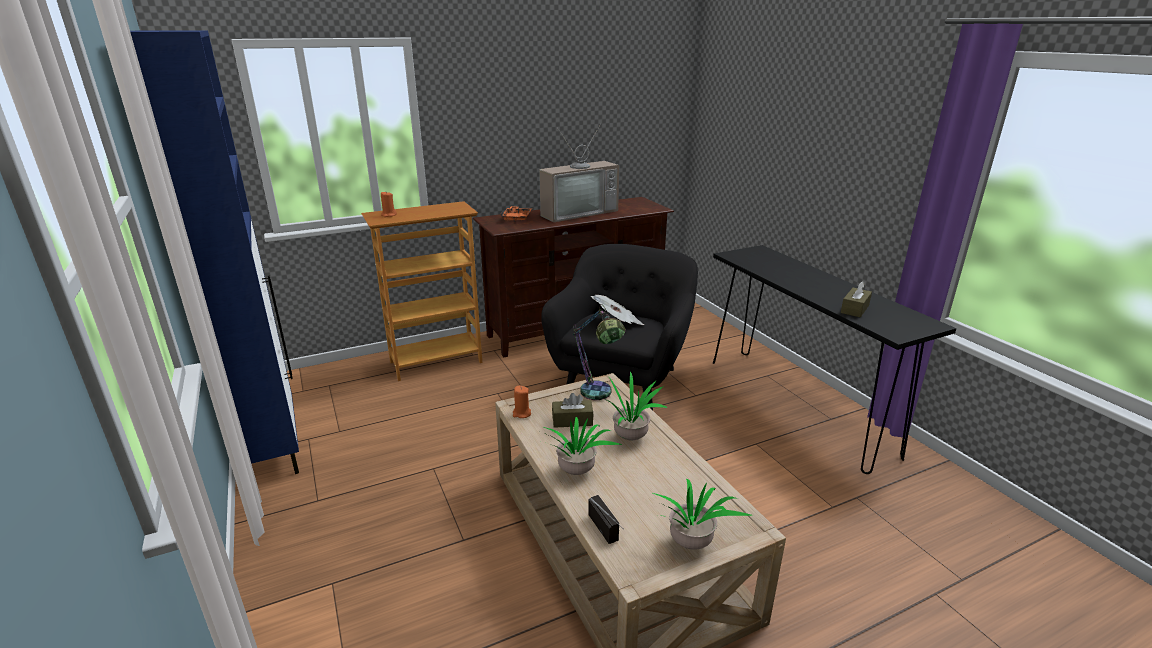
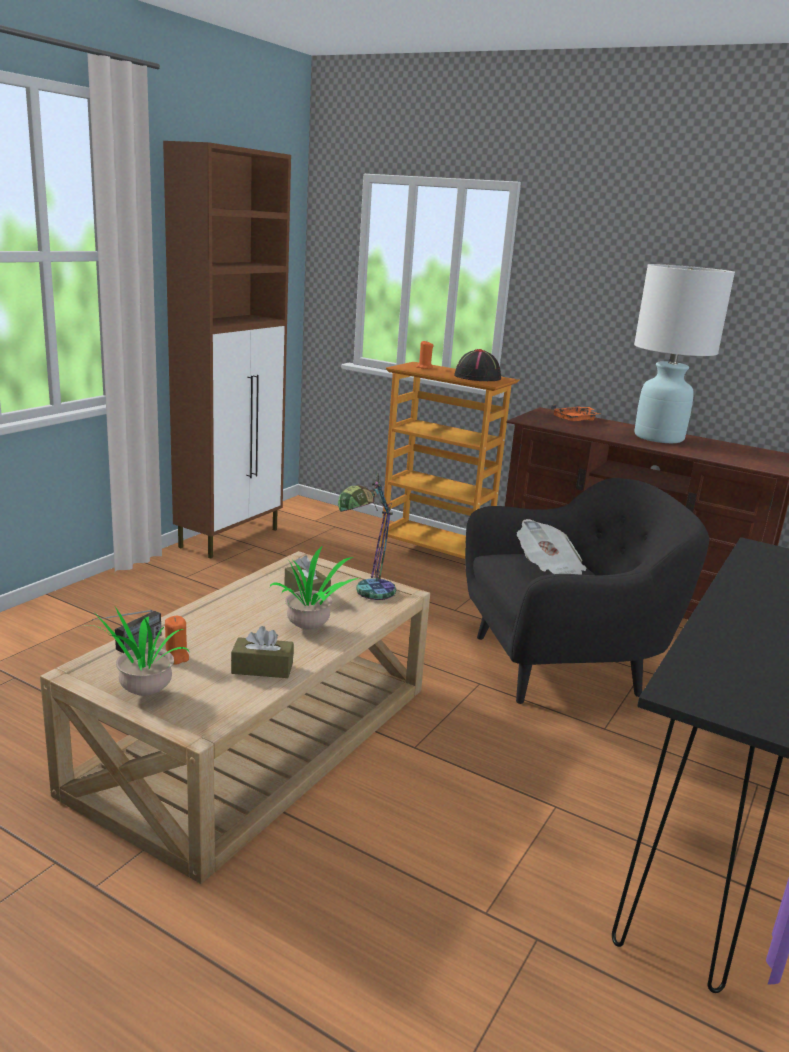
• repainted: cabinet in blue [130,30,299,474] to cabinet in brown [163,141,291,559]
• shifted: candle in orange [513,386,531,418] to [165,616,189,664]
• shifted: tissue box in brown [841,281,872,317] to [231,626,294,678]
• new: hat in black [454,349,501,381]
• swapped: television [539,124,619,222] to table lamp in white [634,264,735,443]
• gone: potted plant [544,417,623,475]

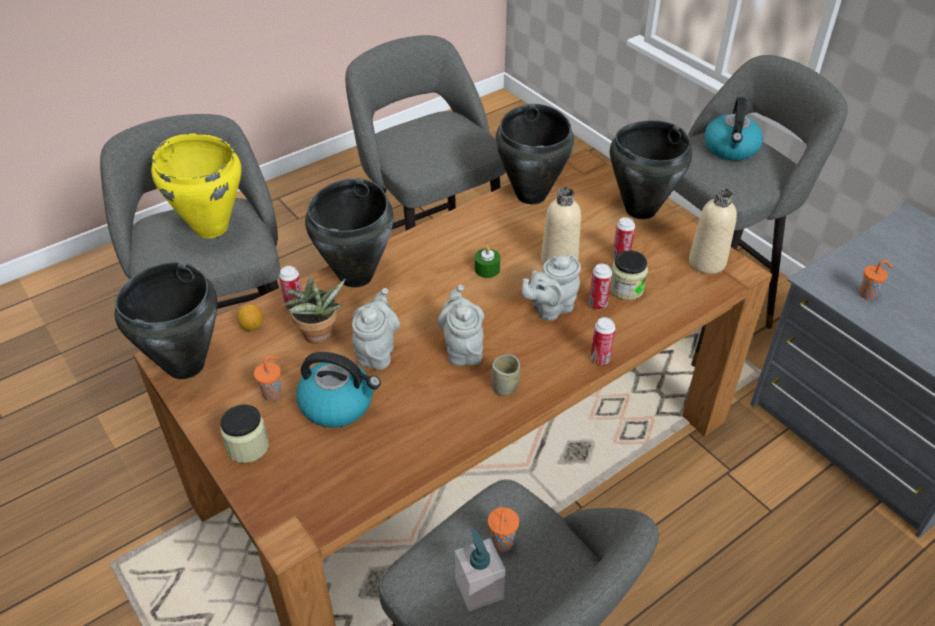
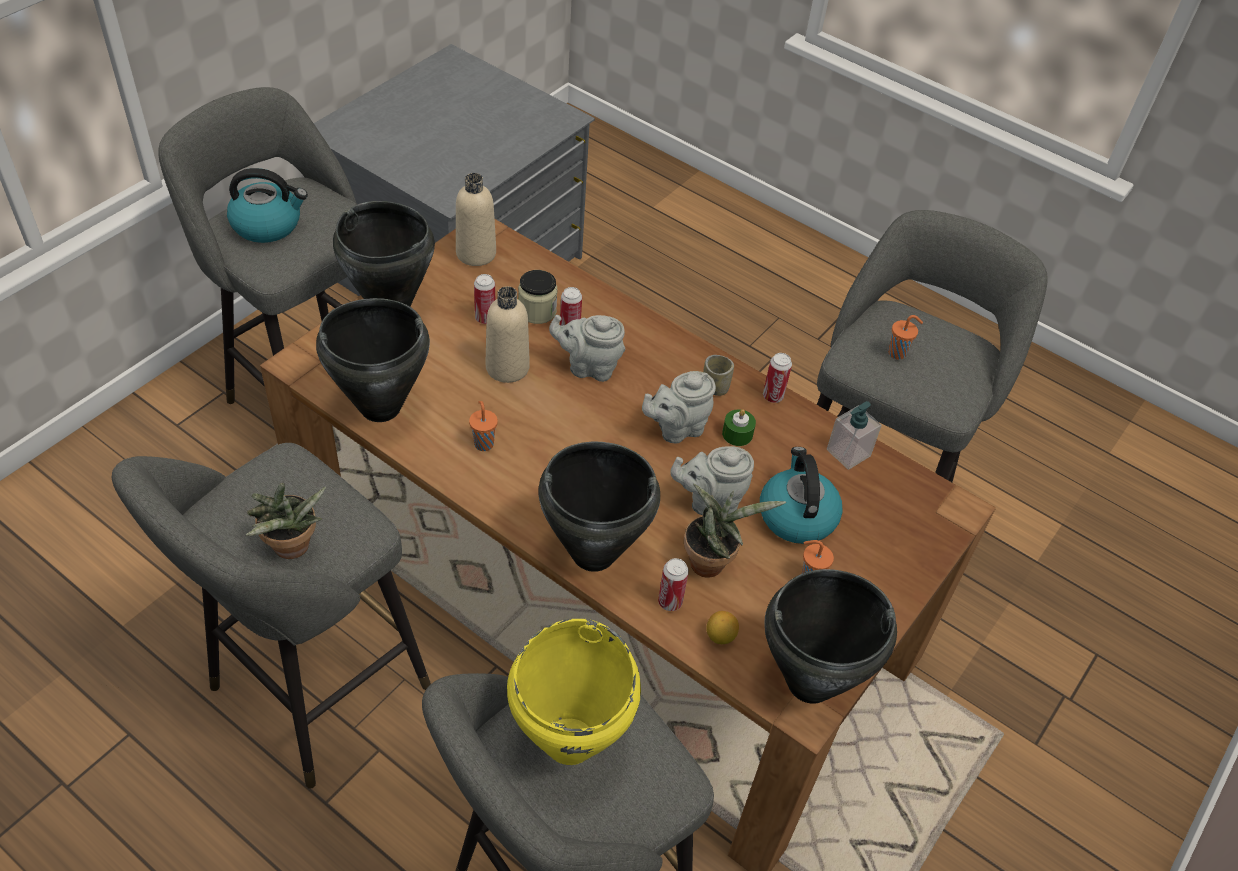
• new: potted plant [246,483,326,559]
• shifted: cup in orange [859,260,892,299] to [469,401,498,451]
• rotated: teapot in grey [521,254,581,321] = [549,315,625,382] 150 degrees clockwise
• shifted: candle in green [475,246,500,278] to [722,409,756,446]
• shifted: can [590,317,616,365] to [763,353,792,403]
• shifted: soap dispenser [455,528,505,611] to [827,401,882,470]
• gone: jar [220,404,269,463]

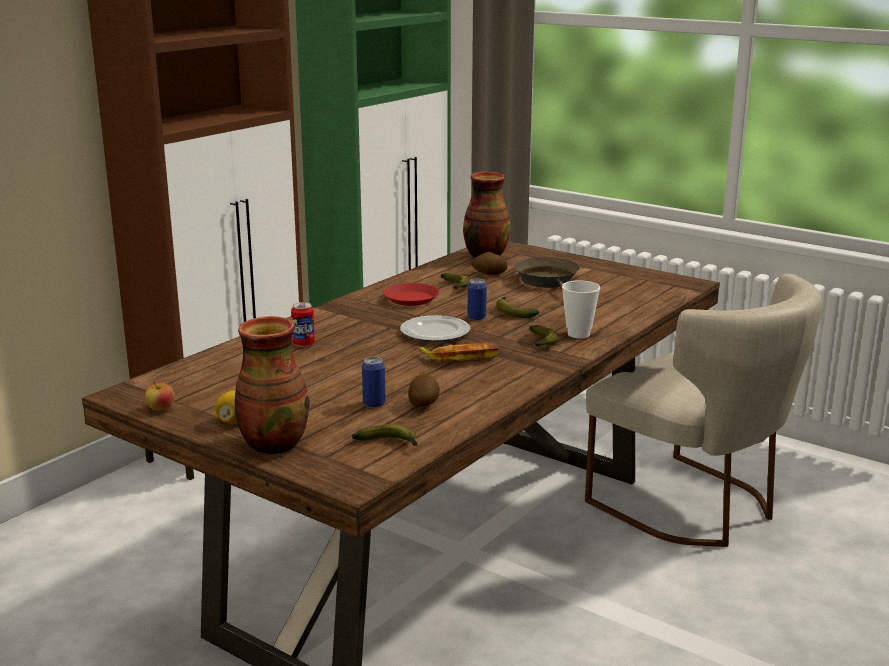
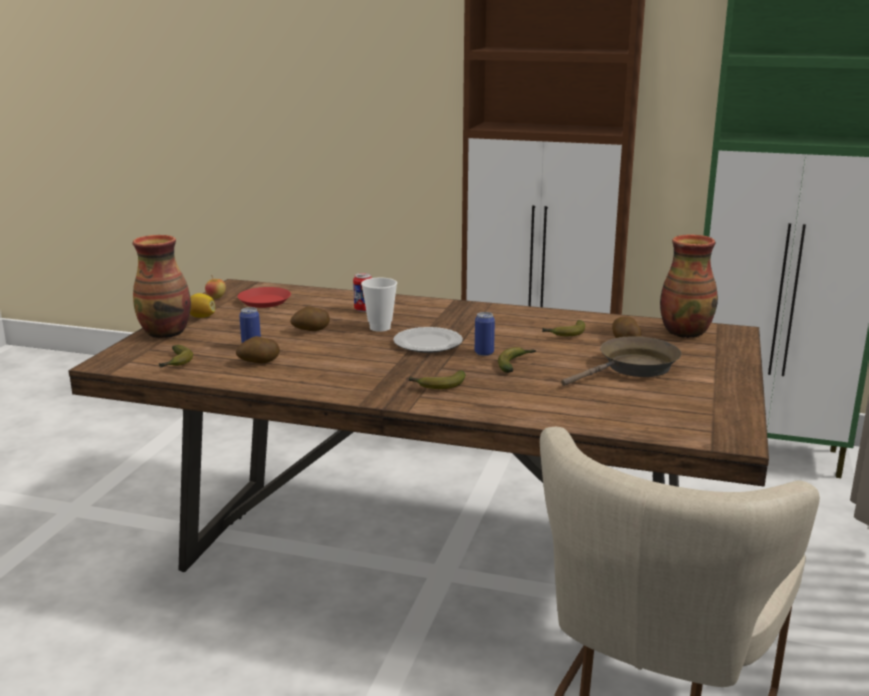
• shifted: plate in red [383,283,439,306] to [237,287,291,308]
• new: potato [290,306,330,331]
• shifted: cup [562,280,600,338] to [361,277,397,332]
• gone: banana [418,342,499,363]

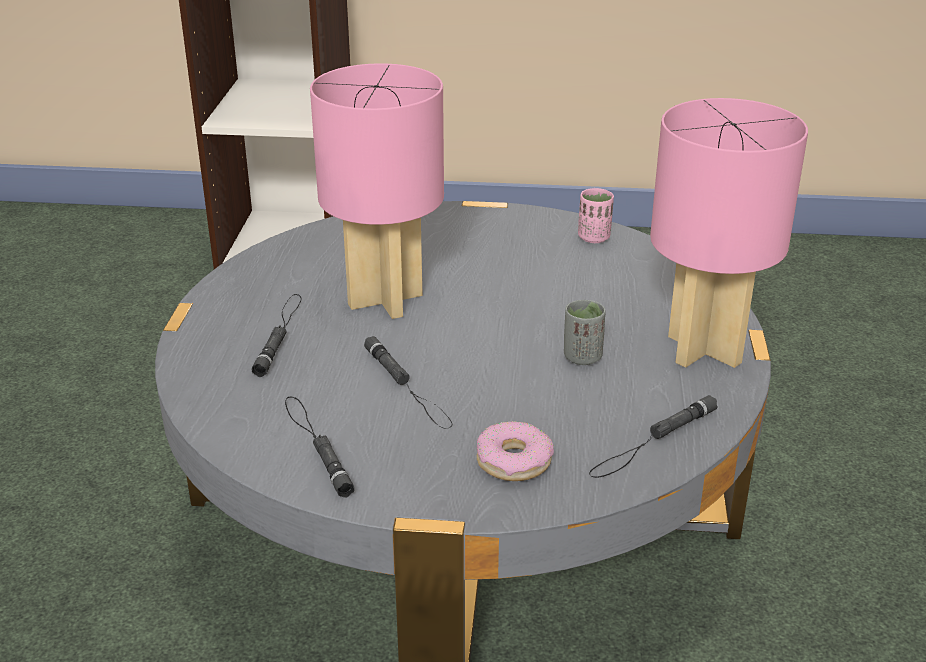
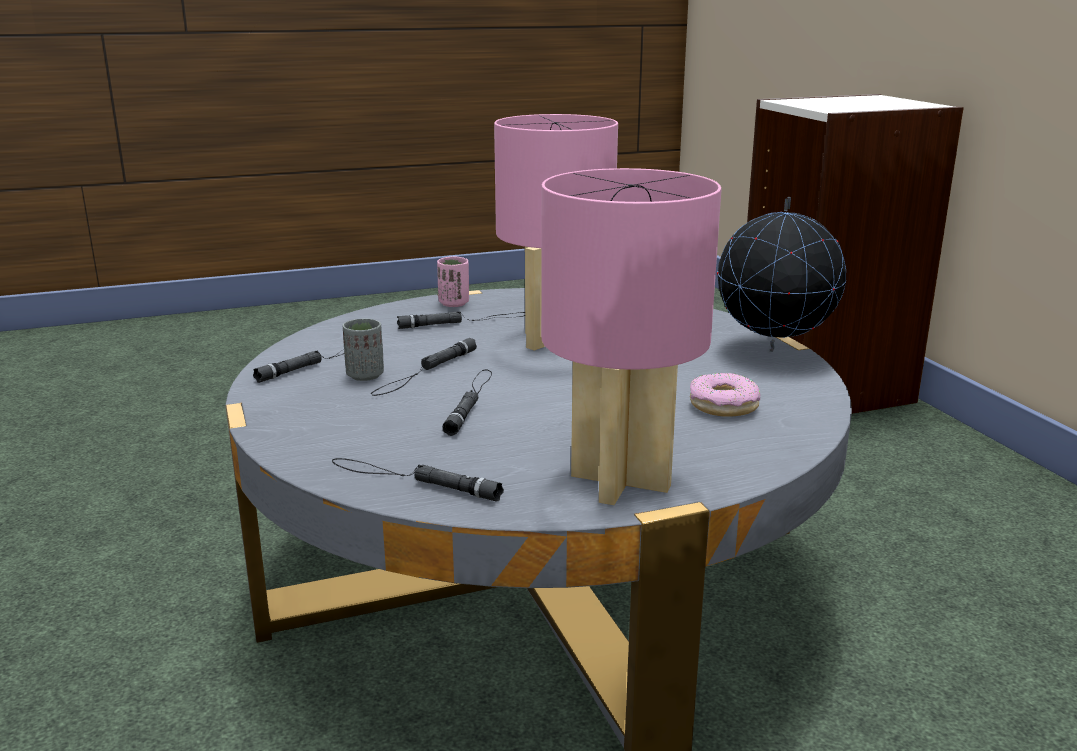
• shifted: cup in grey [564,300,606,365] to [343,318,384,381]
• shifted: cup in pink [578,188,614,243] to [437,257,469,307]
• new: flashlight in black [442,369,492,436]
• shifted: donut [477,421,554,481] to [690,373,760,417]
• new: globe [717,197,846,352]

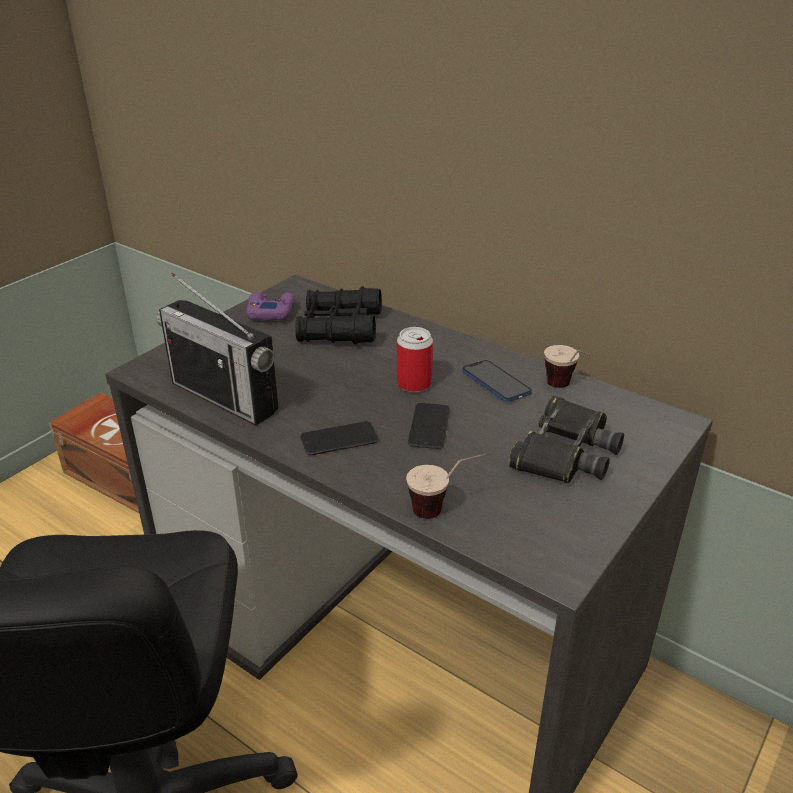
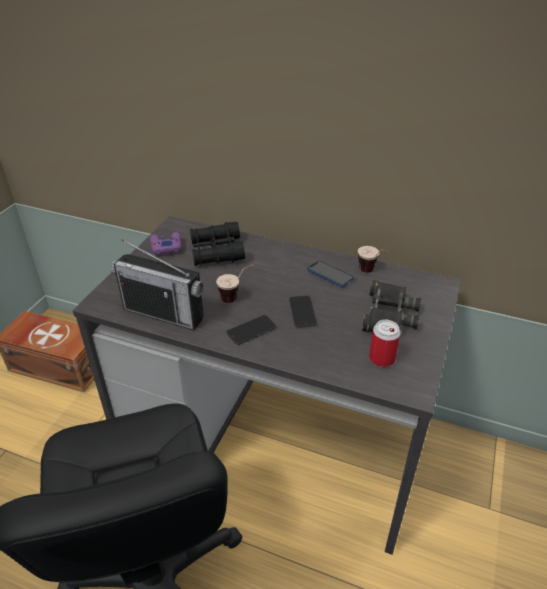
• shifted: cup [406,453,487,519] to [216,263,257,303]
• shifted: can [397,327,433,392] to [369,320,401,367]

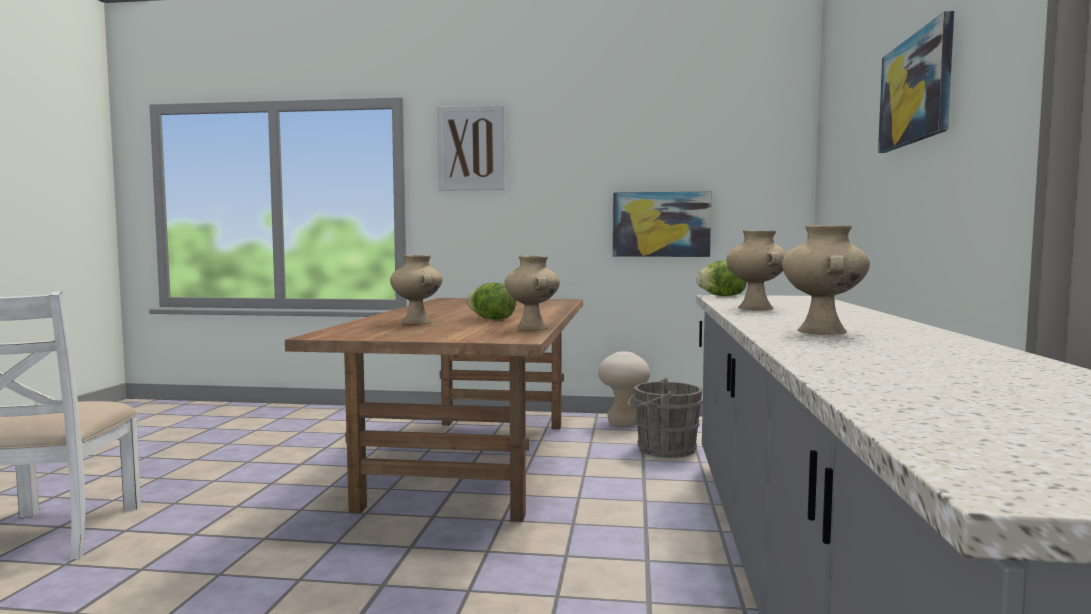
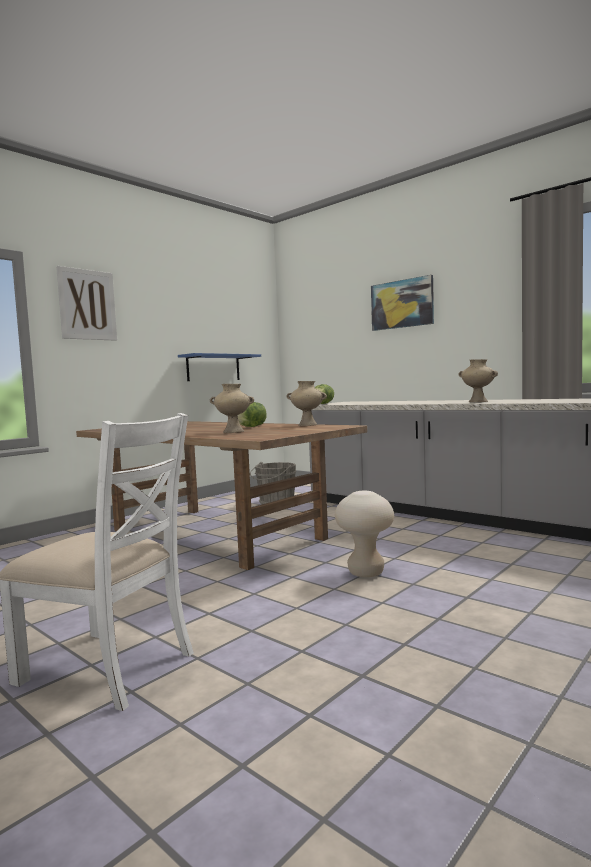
• swapped: picture [613,192,711,257] to shelf in blue [178,353,261,381]
• shifted: stool in beige [598,351,650,427] to [335,491,394,577]
• gone: vase in beige [726,230,787,310]

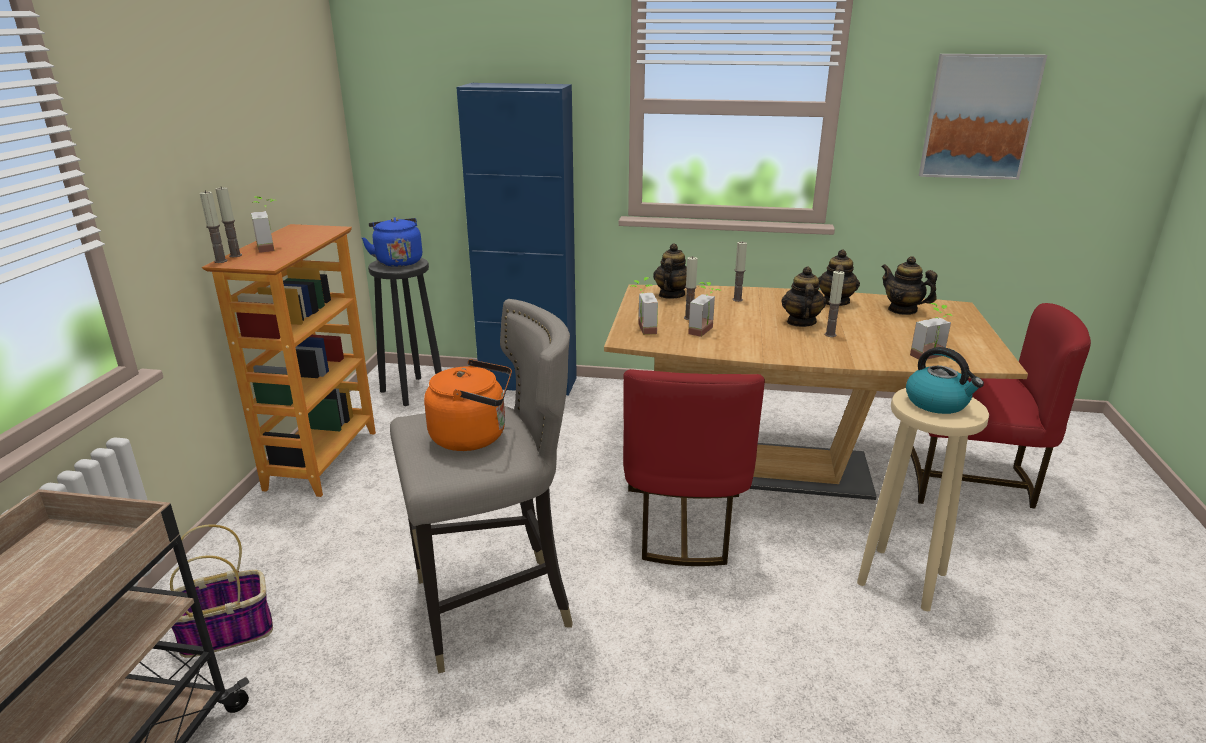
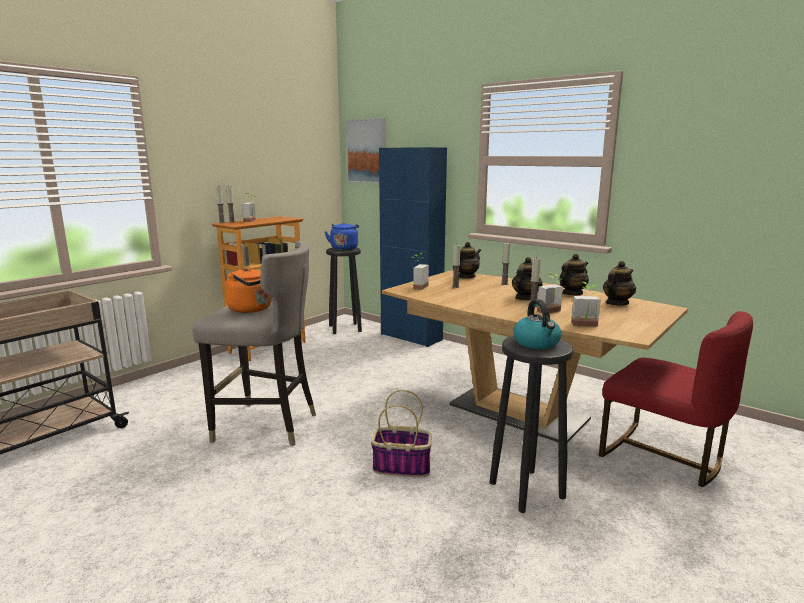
• shifted: picture [919,54,1047,180] to [346,118,386,183]
• shifted: basket [170,524,273,658] to [371,390,432,477]
• repainted: stool in beige [857,388,989,611] to stool in black [489,336,573,513]
• shifted: potted plant [688,282,721,337] to [537,272,563,313]
• rotated: teapot [881,256,937,315] = [603,261,636,305] 60 degrees clockwise
• gone: chair in red [623,369,765,566]

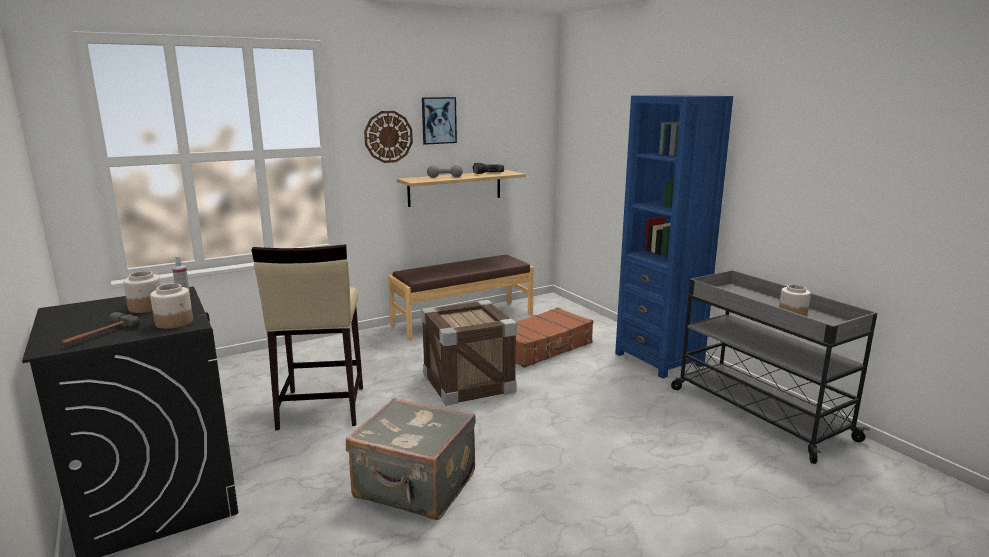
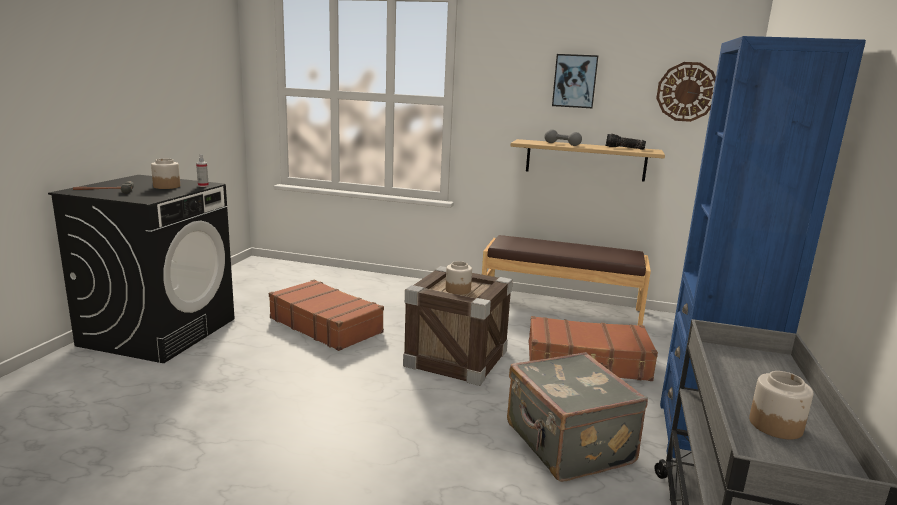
• swapped: stool in beige [251,244,363,430] to suitcase in brown [269,280,384,351]
• shifted: jar [150,284,193,329] to [446,261,472,295]
• shifted: suitcase in grey [346,398,476,520] to [507,352,648,482]
• shifted: wall clock [364,111,413,163] to [656,62,716,122]

